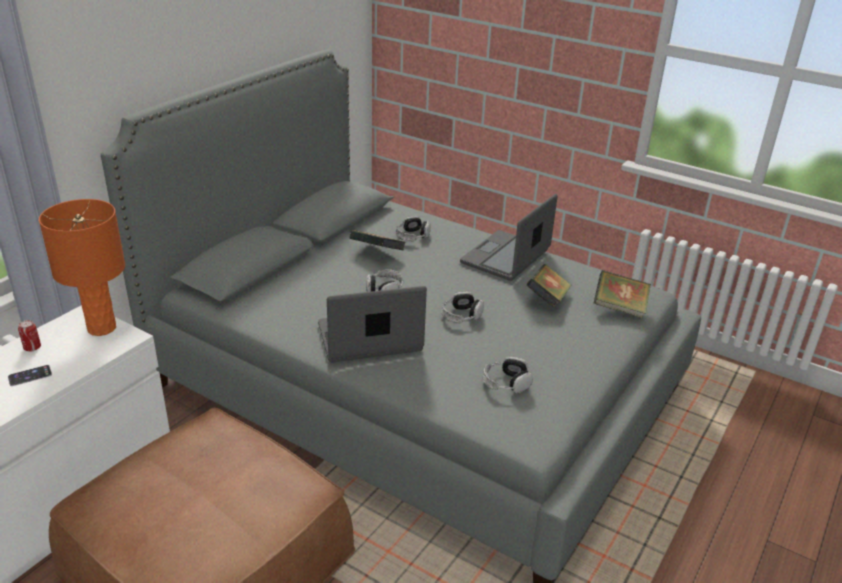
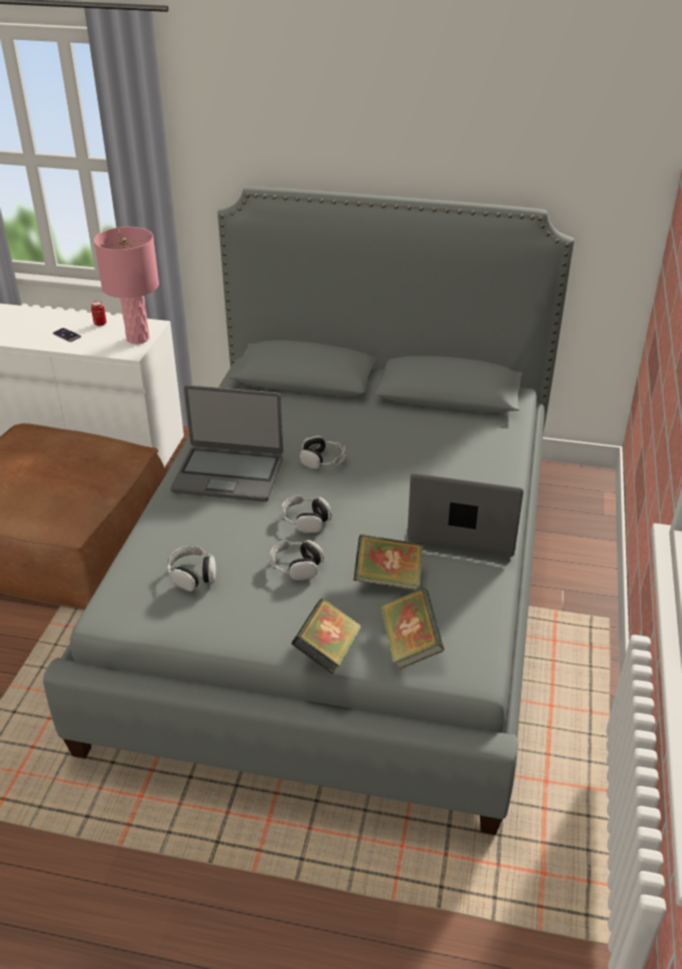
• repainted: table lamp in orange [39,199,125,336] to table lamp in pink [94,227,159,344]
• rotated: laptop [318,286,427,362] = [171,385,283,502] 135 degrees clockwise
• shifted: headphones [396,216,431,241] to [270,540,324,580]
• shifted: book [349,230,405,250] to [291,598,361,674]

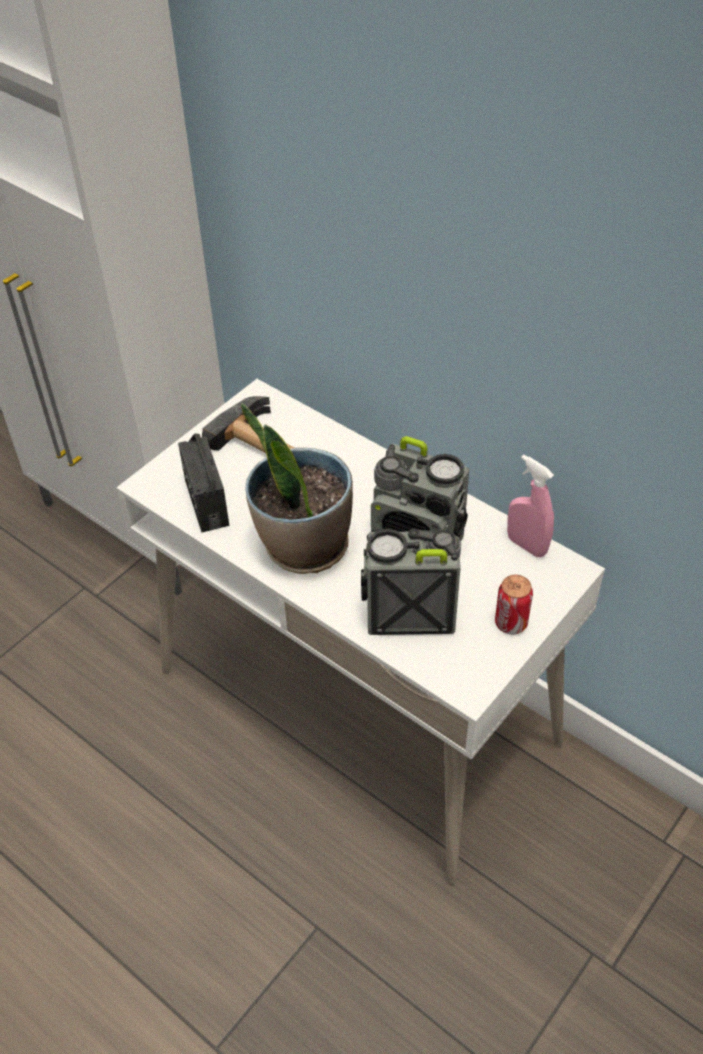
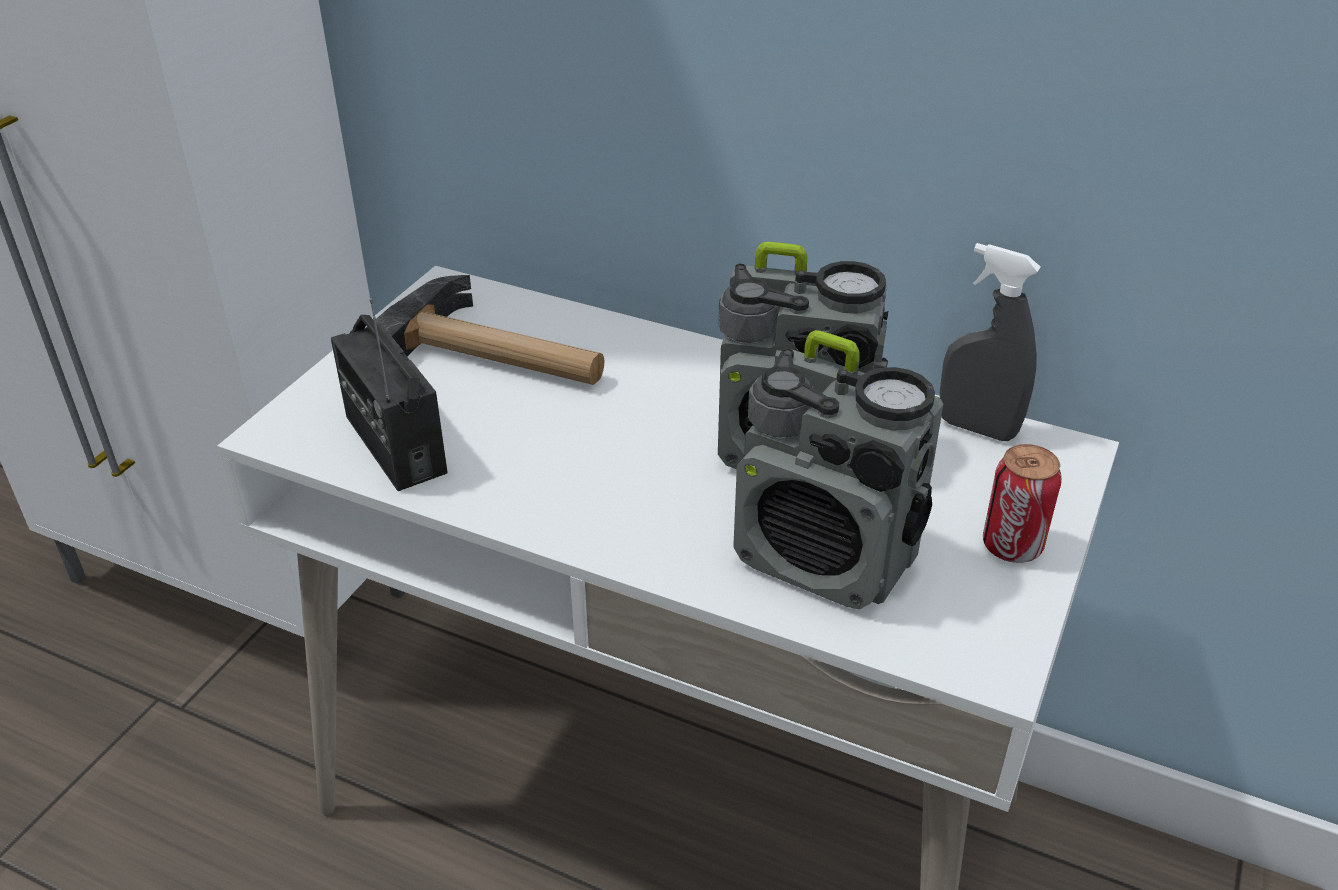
• rotated: radio [361,529,461,635] = [733,330,944,610] 135 degrees counterclockwise
• repainted: spray bottle in pink [507,454,554,557] to spray bottle in grey [940,243,1041,441]
• gone: potted plant [241,403,353,574]

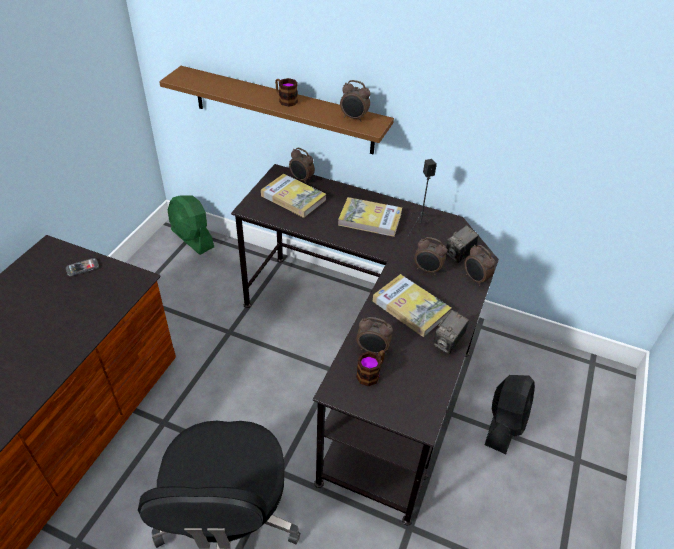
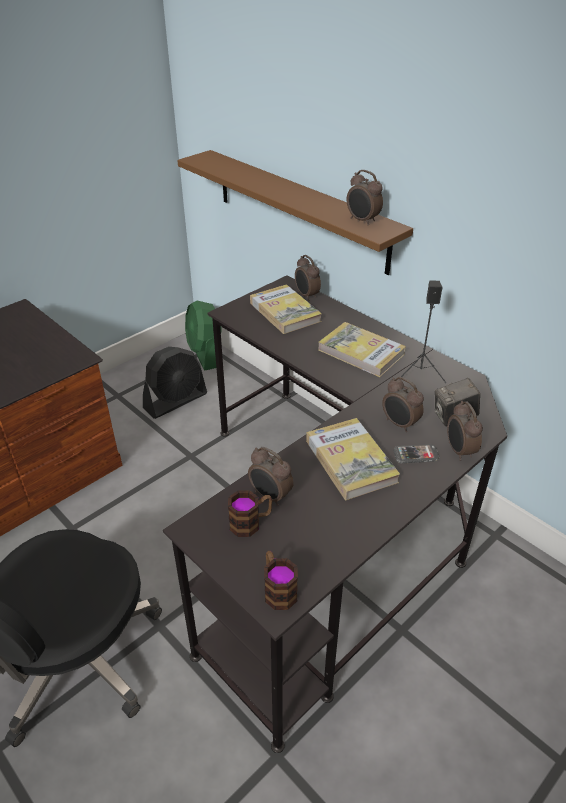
• shifted: fan in black [485,375,535,454] to [143,347,207,419]
• shifted: mug [275,78,298,107] to [264,551,298,610]
• shifted: phone [66,258,99,276] to [393,444,440,463]
• gone: photo camera [433,310,469,354]

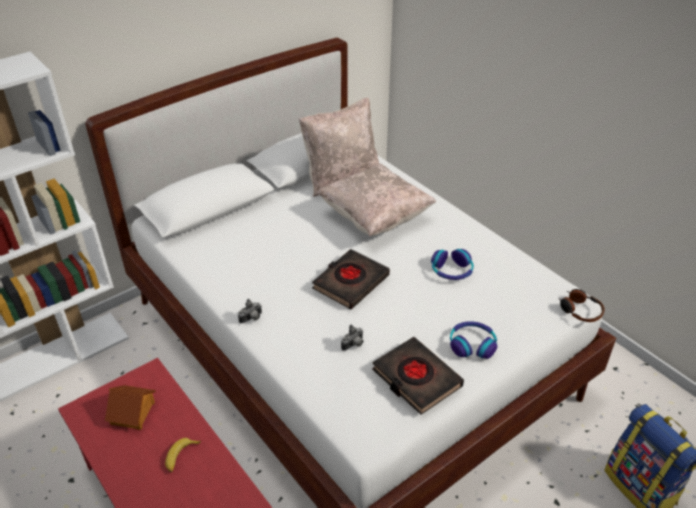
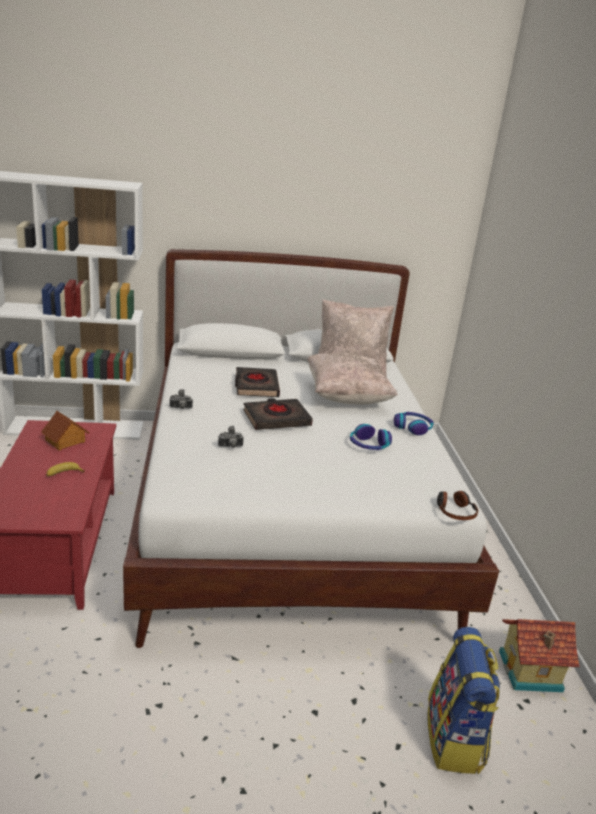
• shifted: book in black [372,337,464,415] to [235,367,280,397]
• shifted: headphones [450,321,497,359] to [394,412,434,435]
• new: toy house [499,619,580,692]

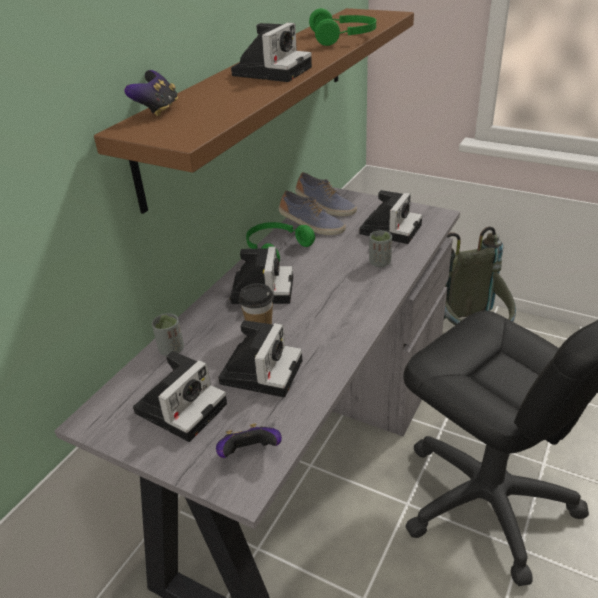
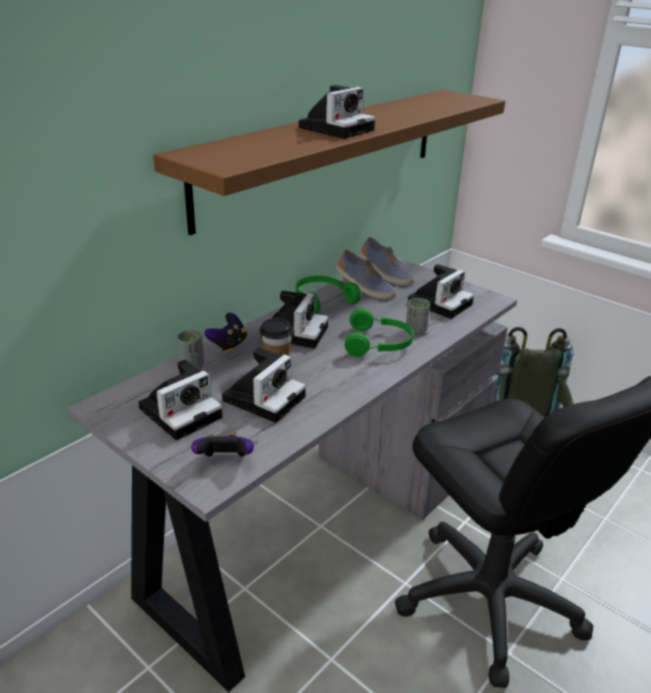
• shifted: game controller [124,70,178,116] to [204,313,247,353]
• shifted: headphones in green [309,8,376,46] to [345,308,414,357]

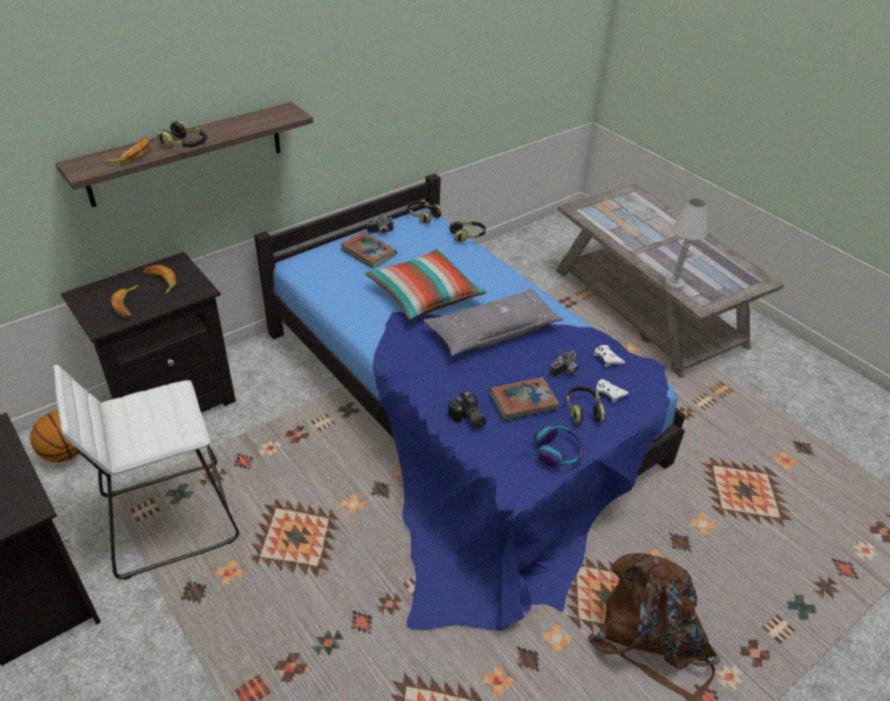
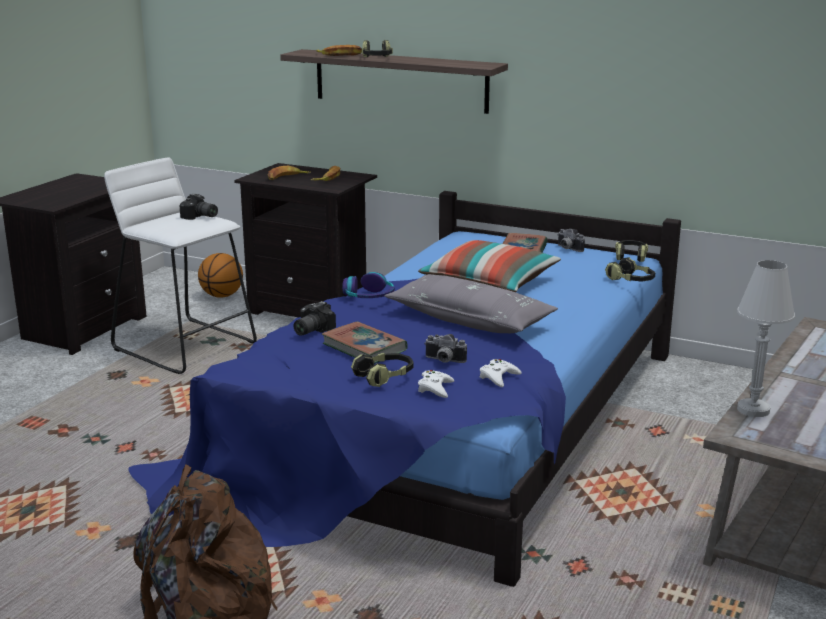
• new: photo camera [179,193,218,220]
• shifted: headphones [534,425,586,467] to [342,272,395,298]

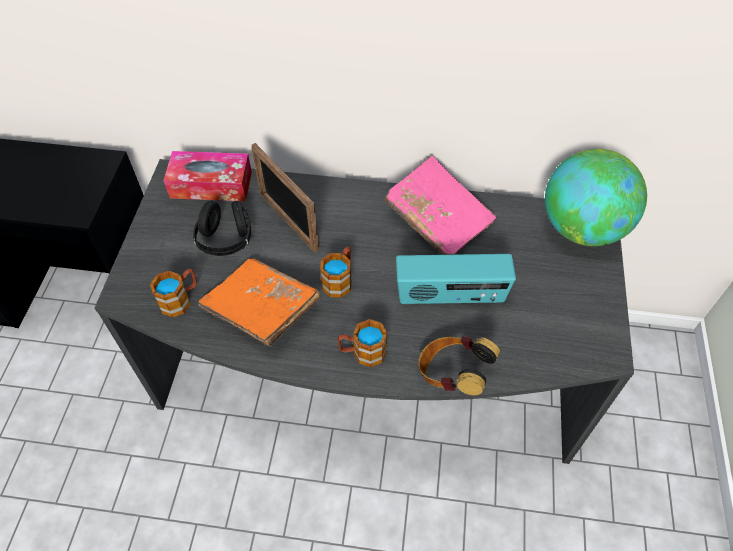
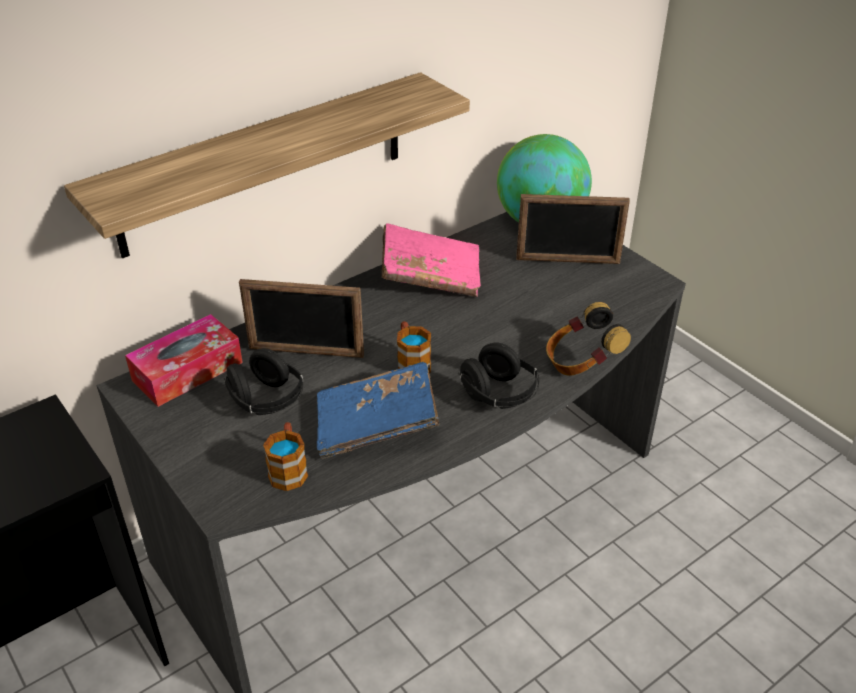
• new: shelf [64,72,470,258]
• repainted: book in orange [198,258,321,347] to book in blue [317,362,439,459]
• swapped: mug [337,319,387,367] to headphones in black [458,343,539,409]
• new: picture frame [516,194,630,264]
• gone: radio [396,254,516,304]

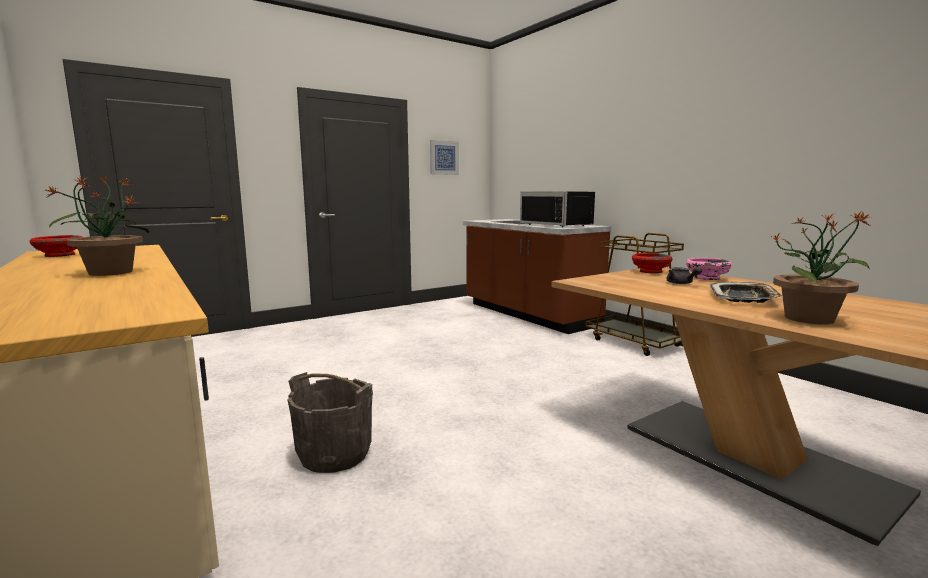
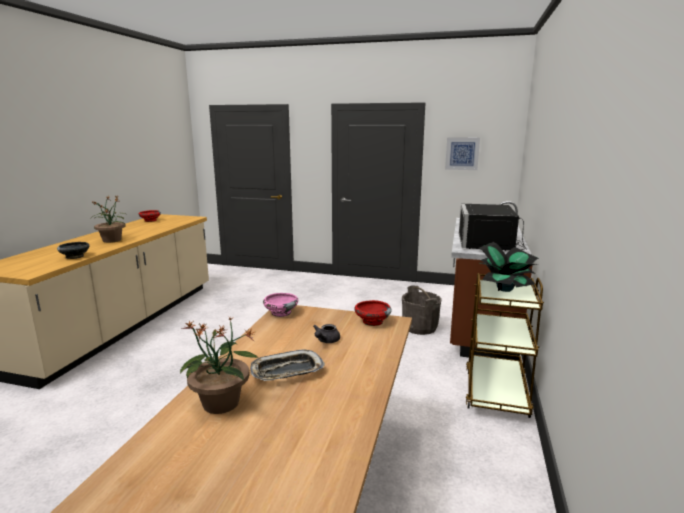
• new: bowl in black [57,242,89,259]
• shifted: bowl in pink [686,258,732,280] to [263,293,298,317]
• shifted: bucket in grey [287,372,373,473] to [402,286,442,335]
• new: potted plant [479,242,539,292]

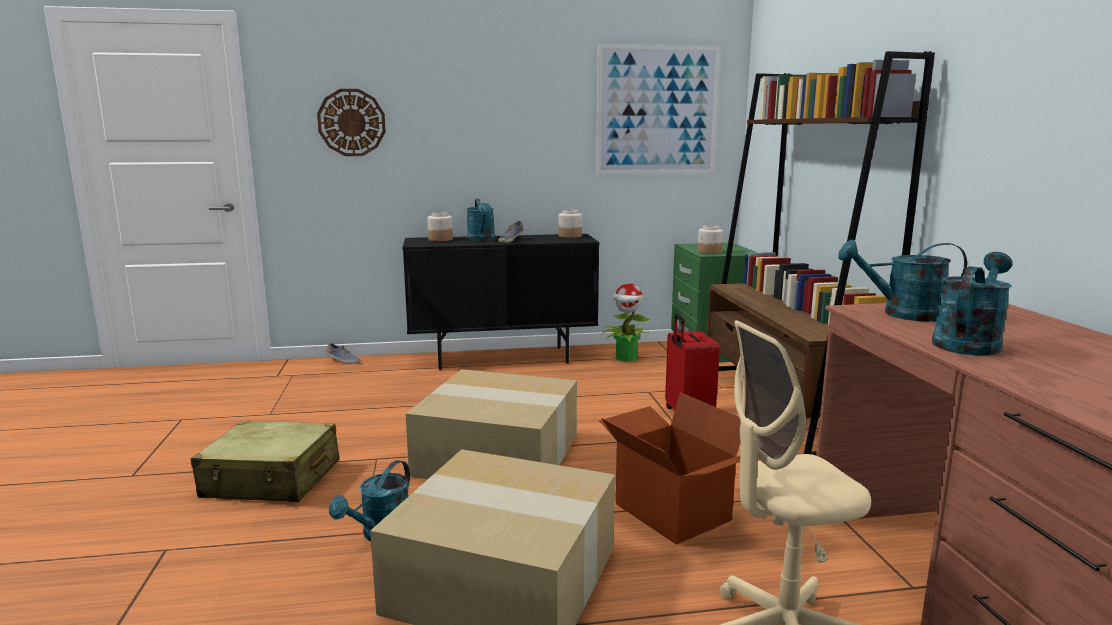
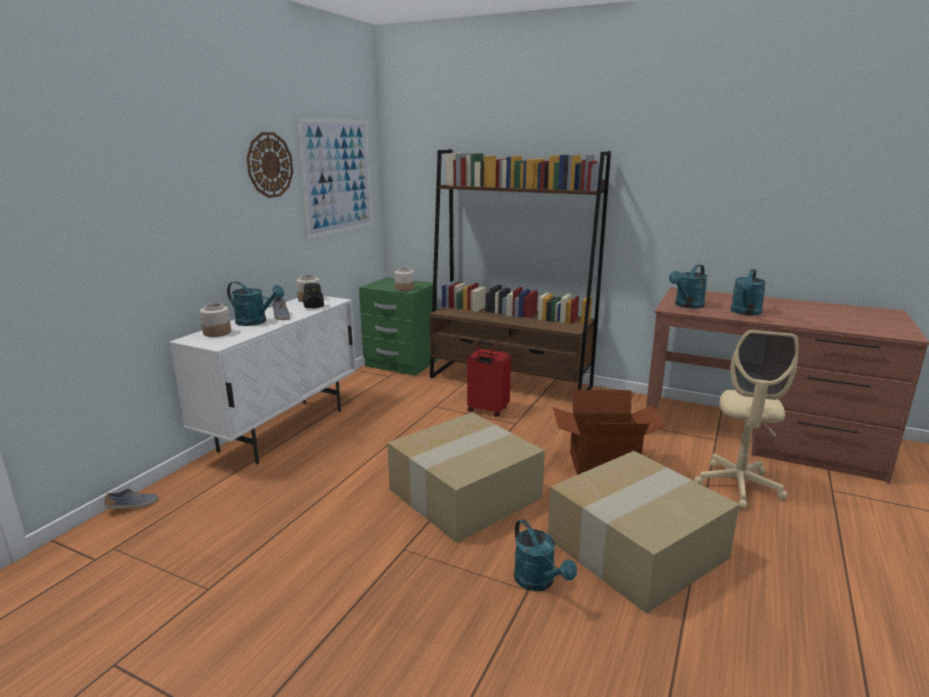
• repainted: cabinet in black [402,234,599,370] to cabinet in white [169,296,356,464]
• shifted: wall clock [317,89,386,156] to [246,132,293,198]
• new: jar in black [303,283,324,308]
• rotated: watering can in turquoise [932,252,1013,355] = [730,269,766,315] 135 degrees counterclockwise
• gone: suitcase in beige [191,421,339,502]
• gone: potted plant [602,283,651,362]

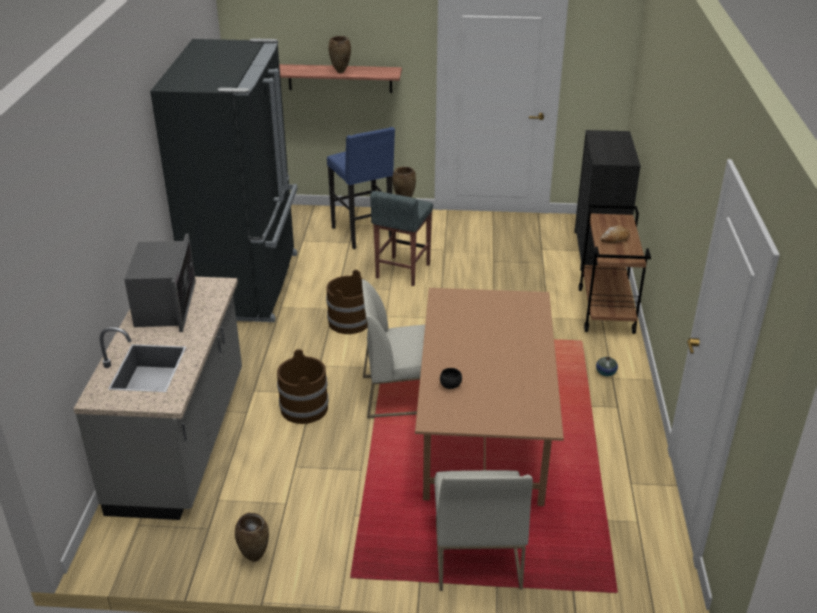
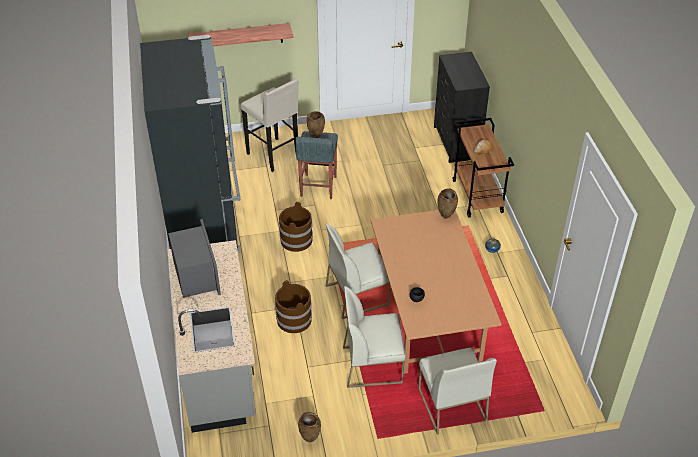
• repainted: stool in blue [327,127,395,249] to stool in beige [241,78,299,172]
• new: chair in white [343,286,405,388]
• shifted: vase in brown [328,36,351,73] to [437,188,458,219]

